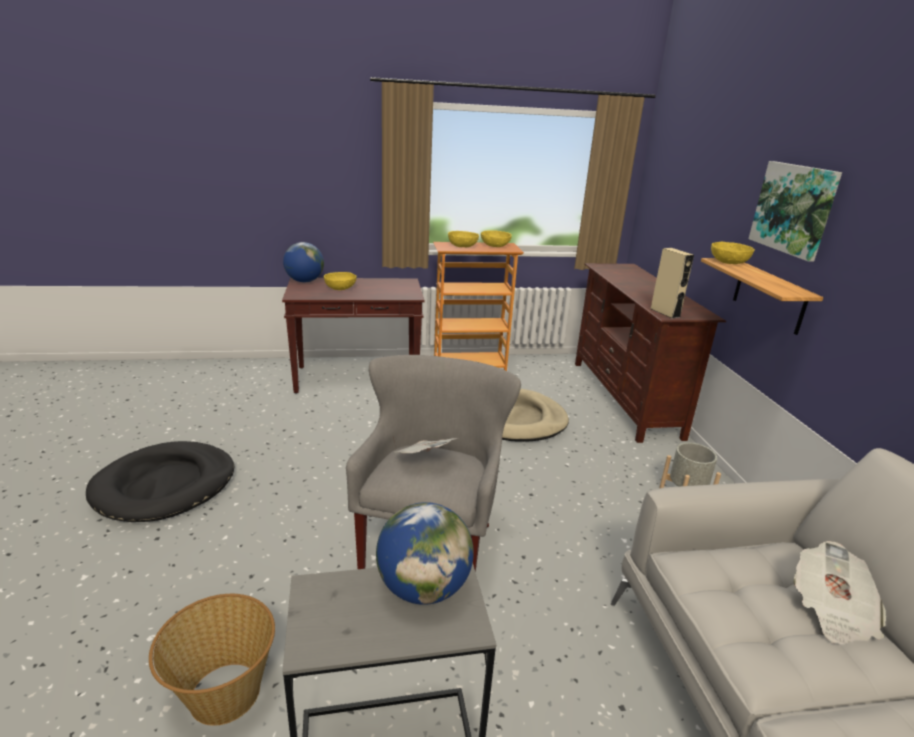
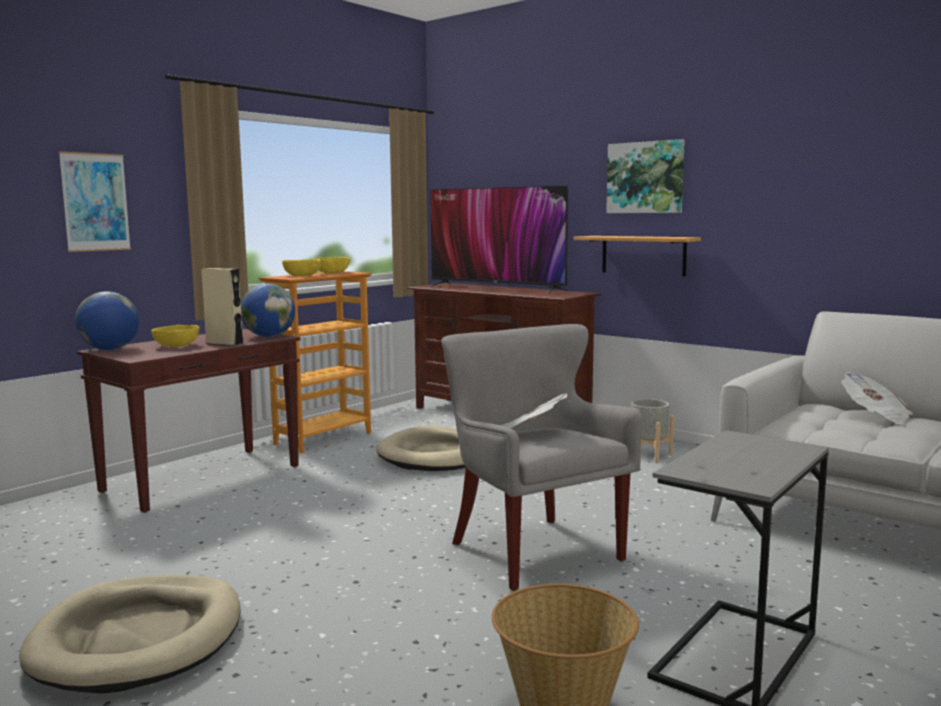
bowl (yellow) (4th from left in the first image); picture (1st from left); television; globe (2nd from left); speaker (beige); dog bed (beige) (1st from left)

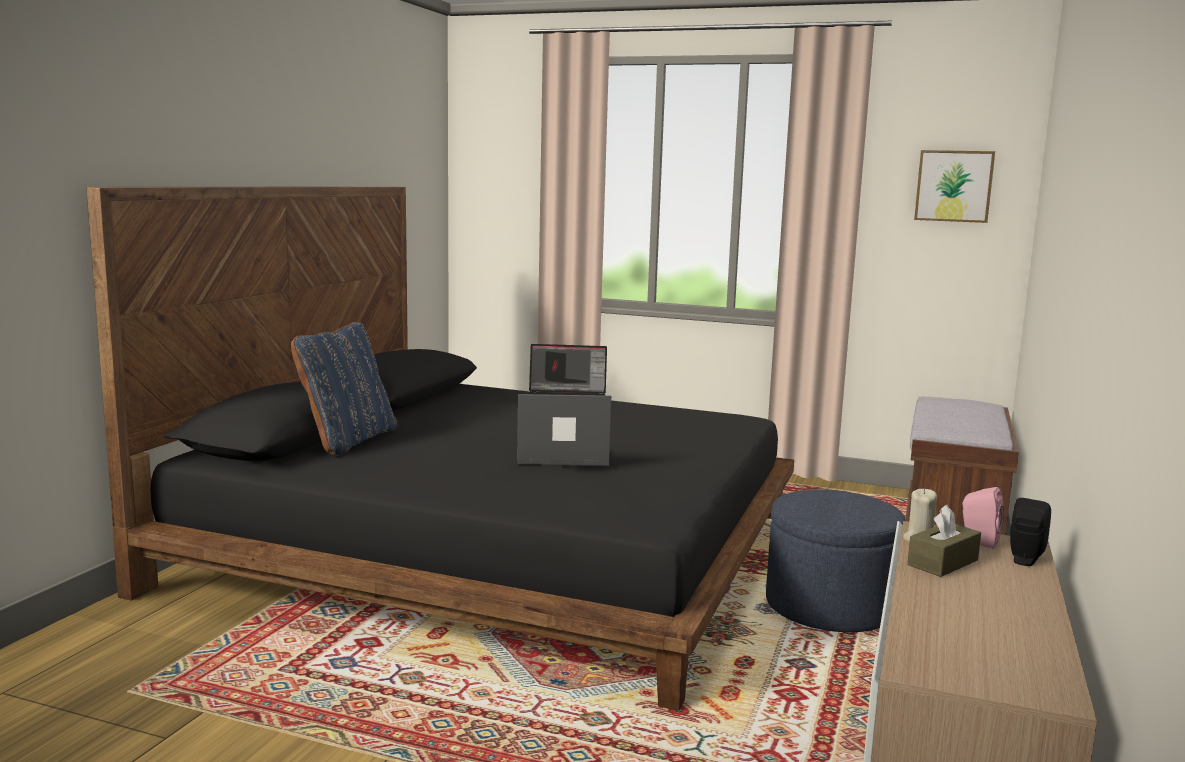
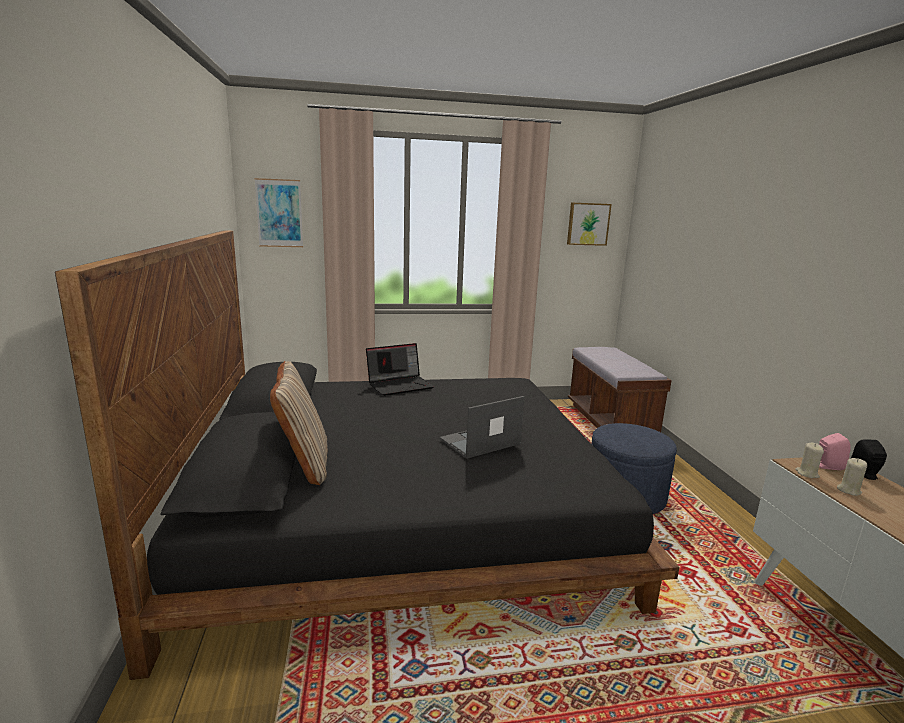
picture (1st from left); candle (beige) (2nd from left); pillow (beige)

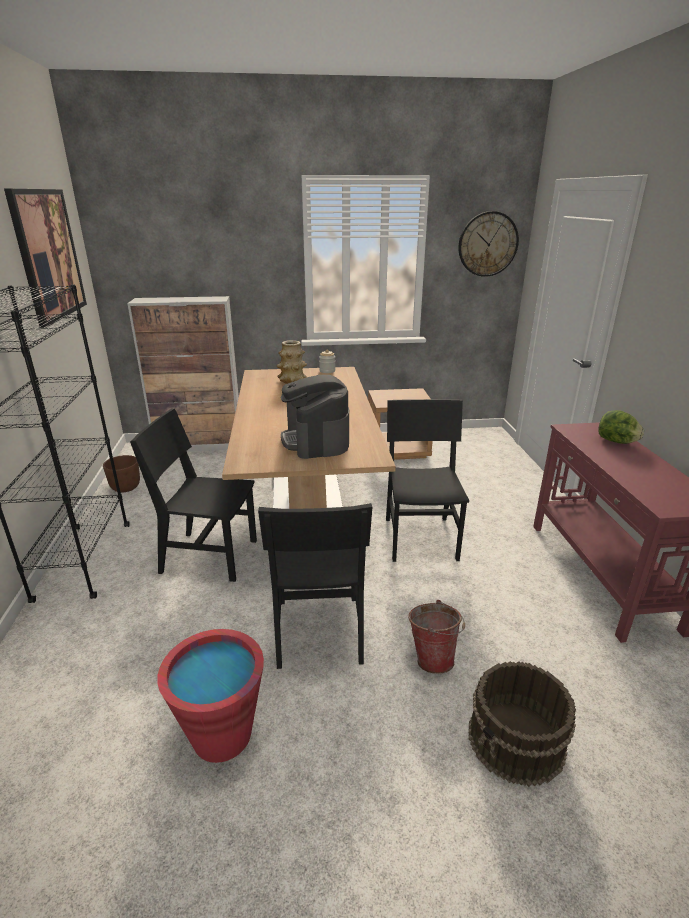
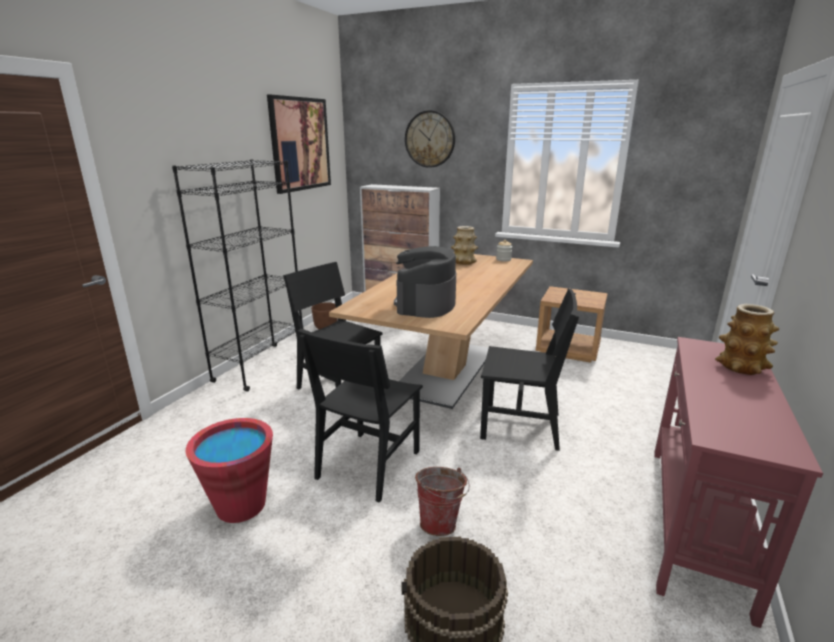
wall clock; vase (2nd from left); chair (black) (3rd from left)

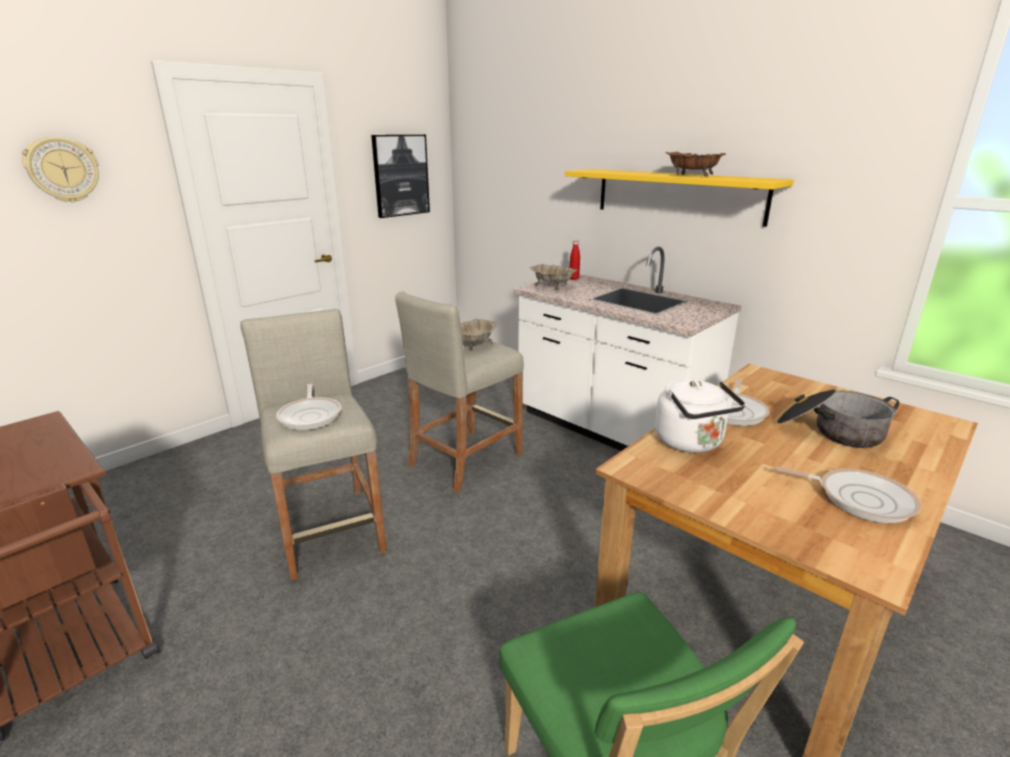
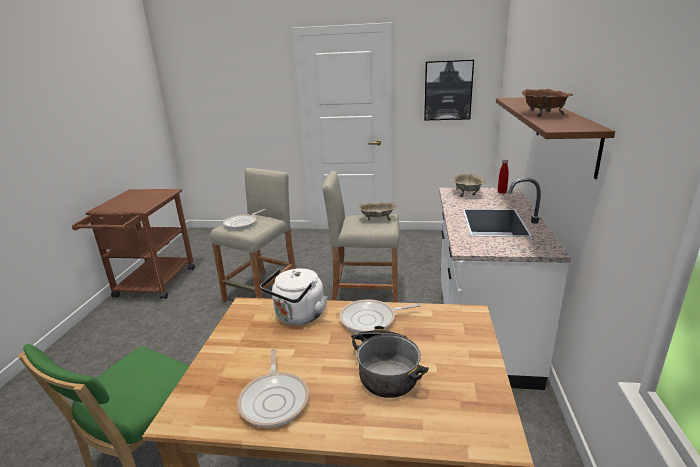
wall clock; shelf (brown)

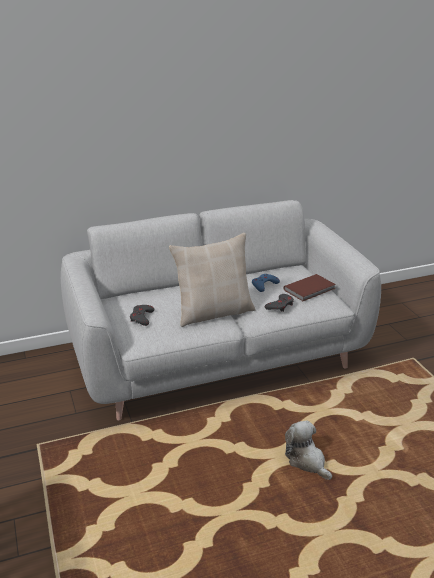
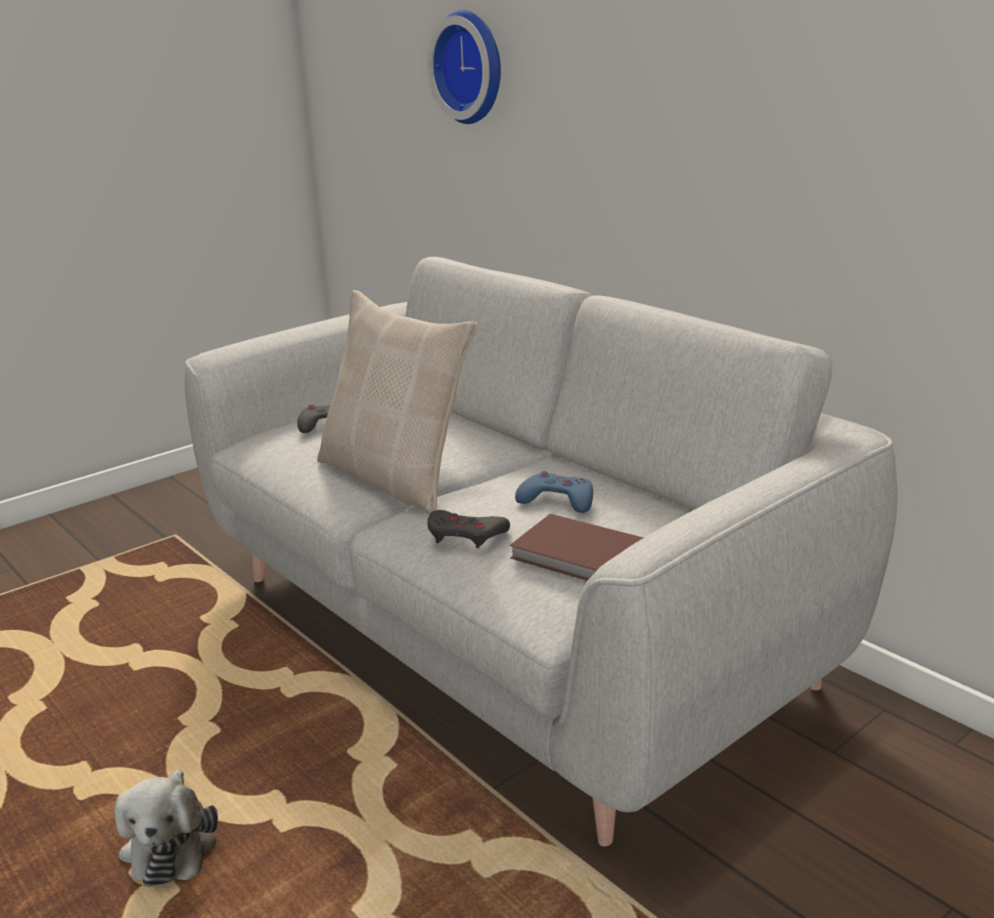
wall clock; plush toy

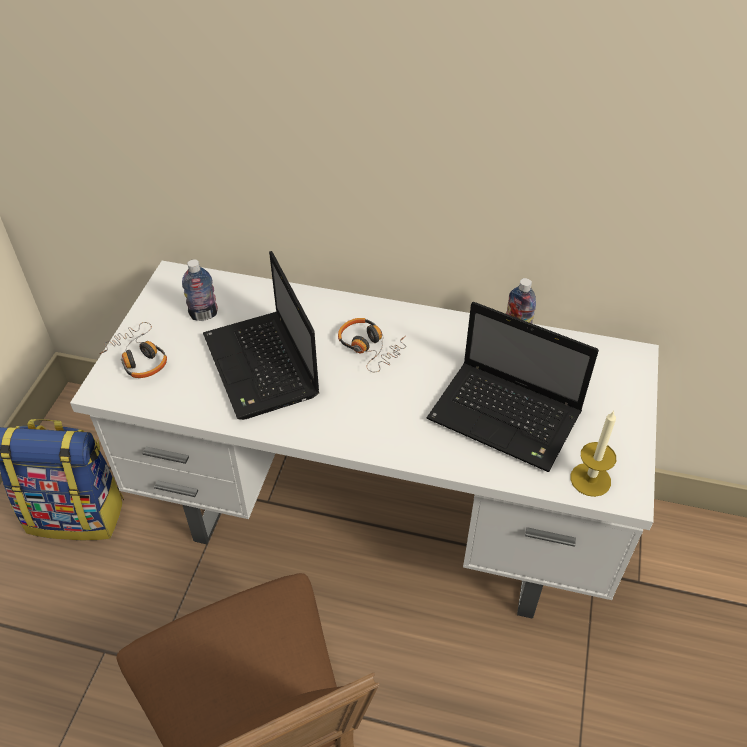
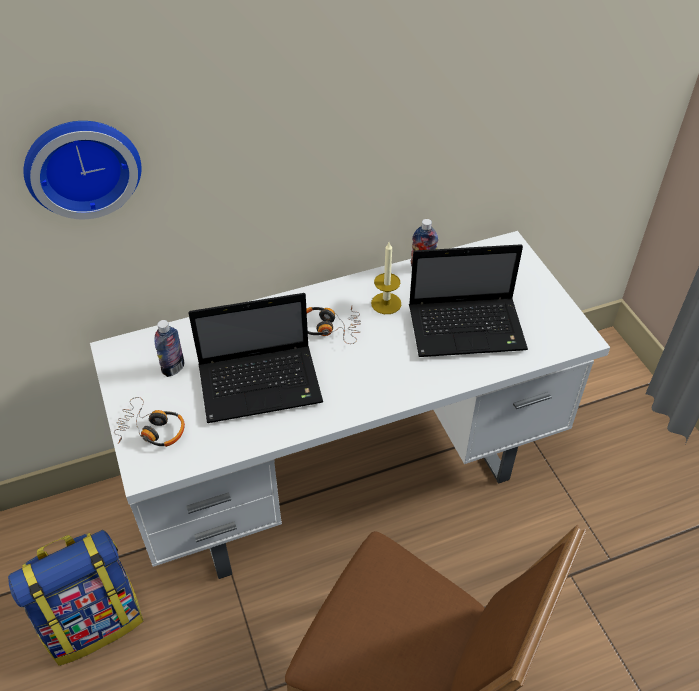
wall clock; candle; laptop (1st from left)

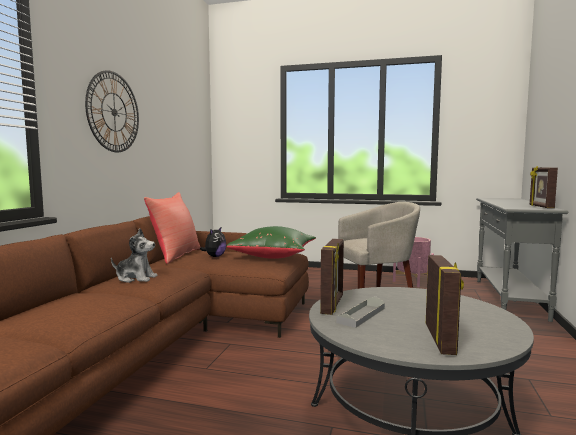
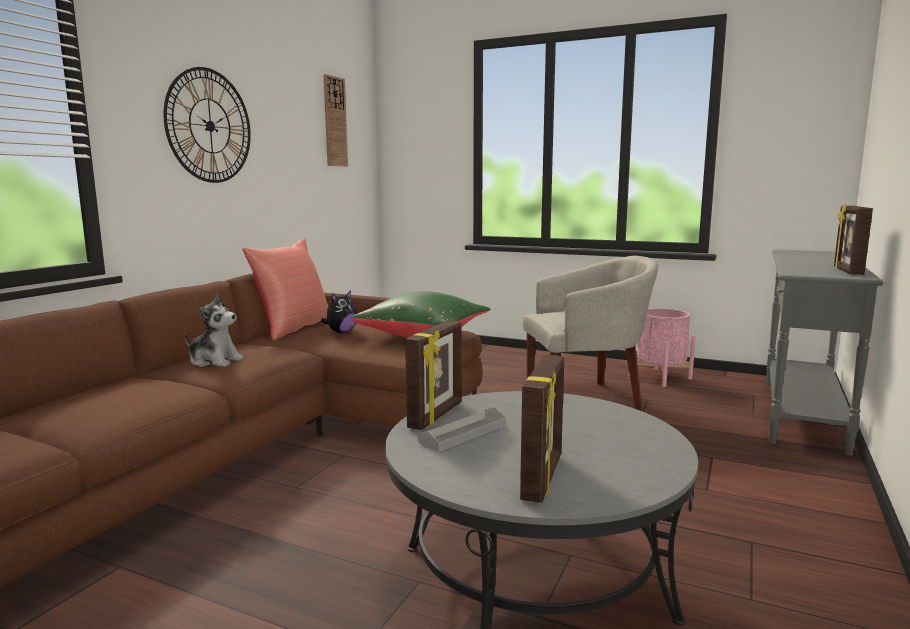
wall clock (2nd from left)

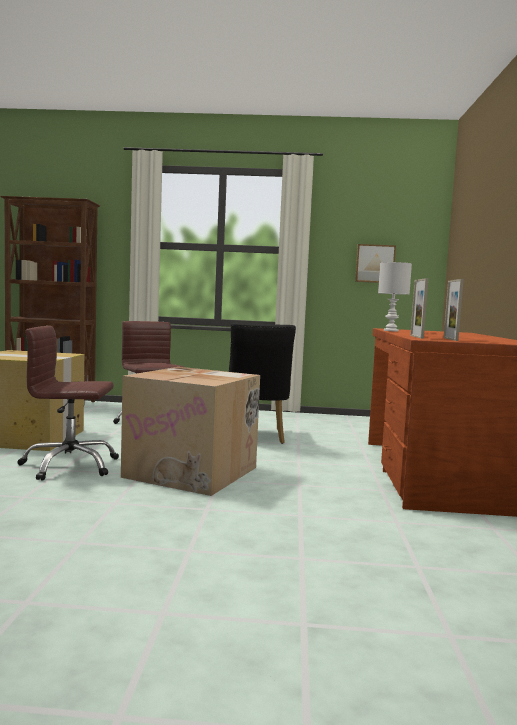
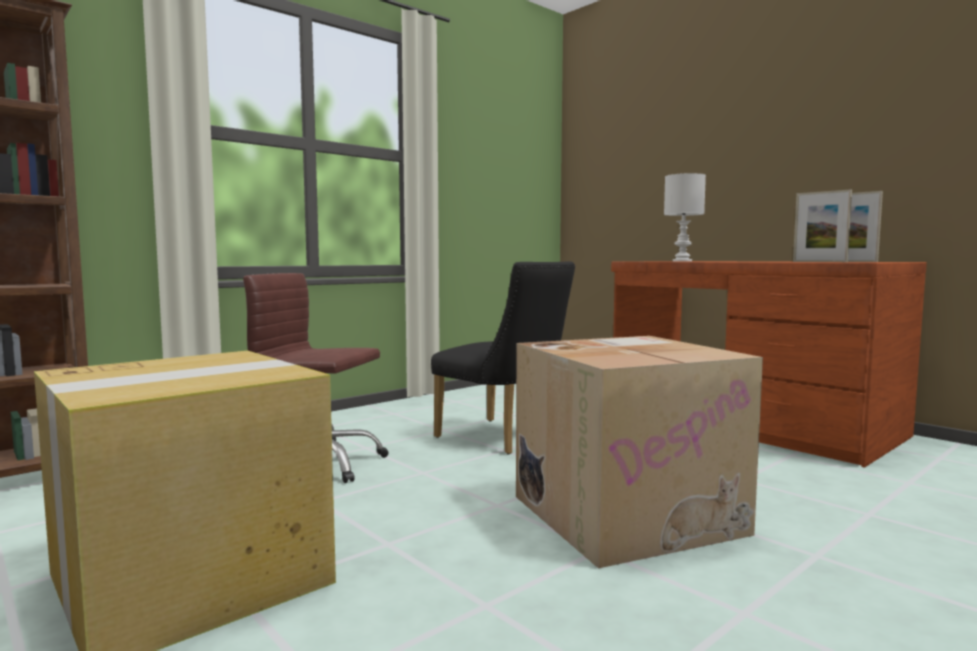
office chair (brown) (1st from left in the first image); picture

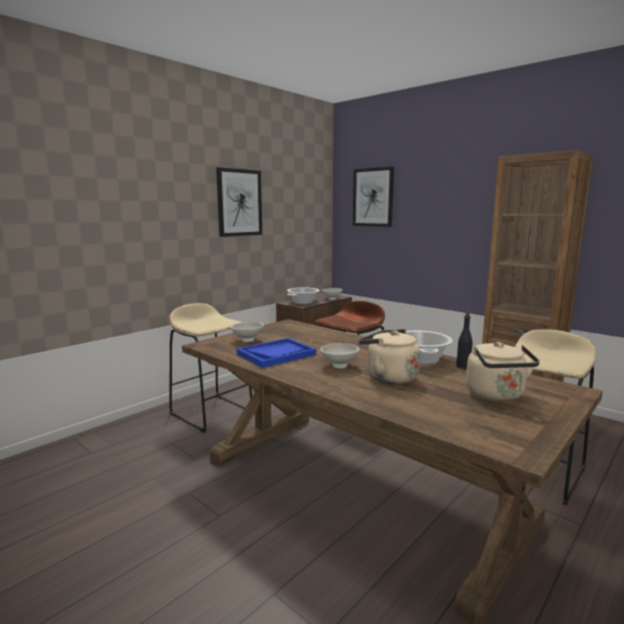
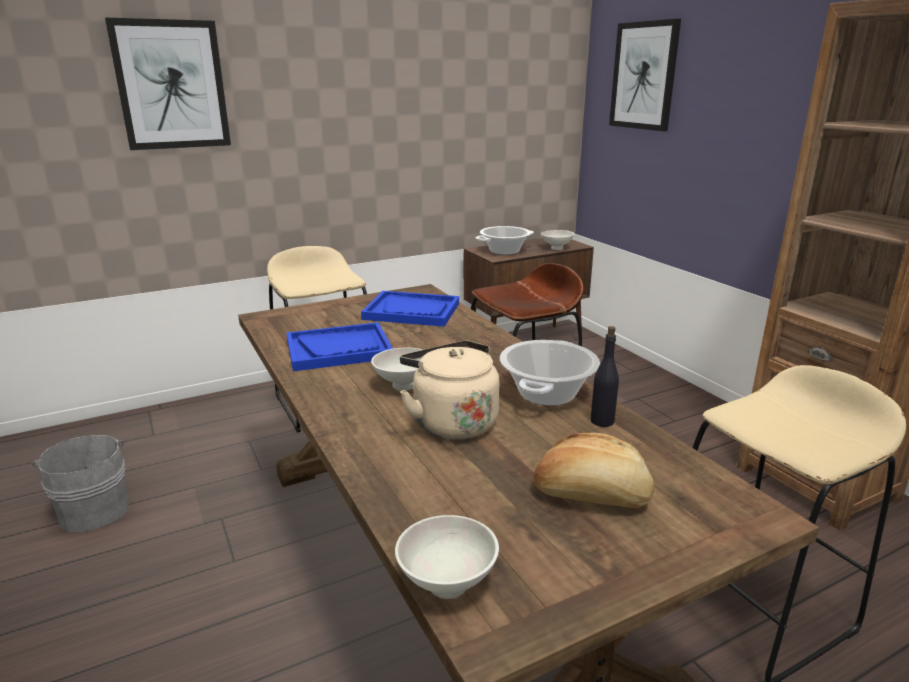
bucket (grey); tray (blue) (2nd from left); picture (1st from left); bowl (white) (2nd from left); bread

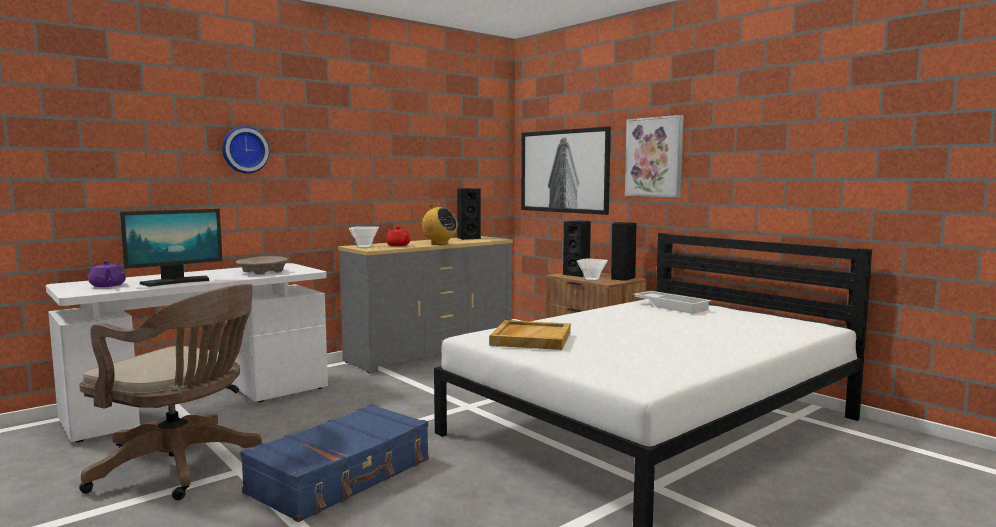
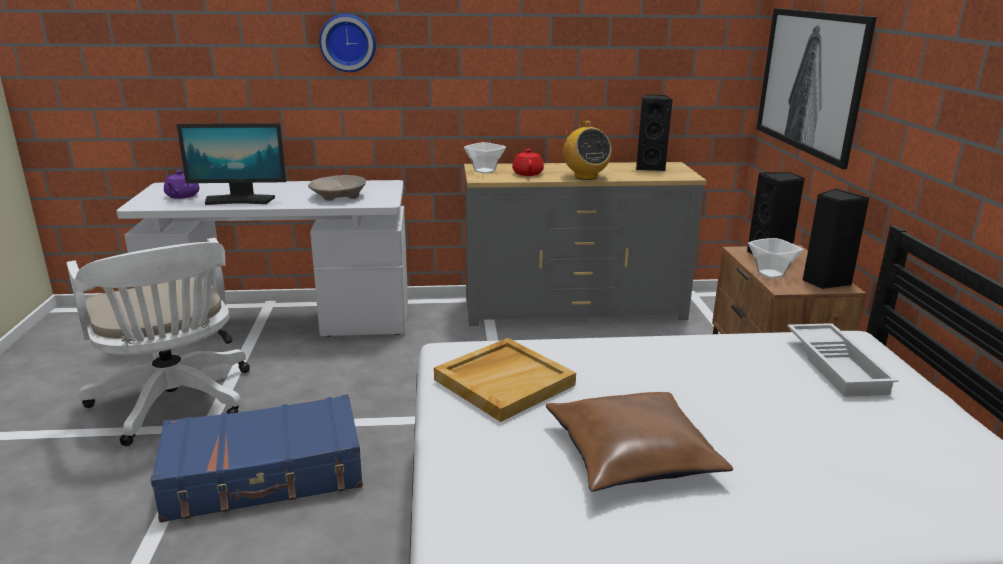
picture (2nd from left in the first image); pillow (brown); office chair (white)

